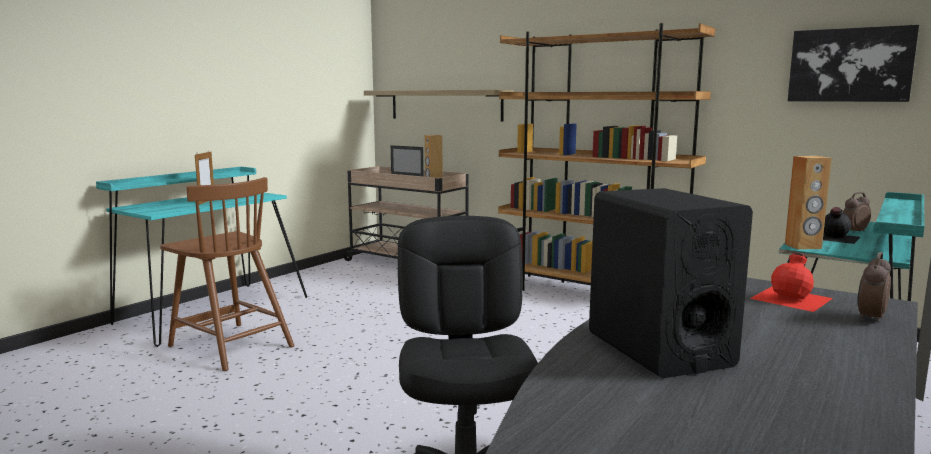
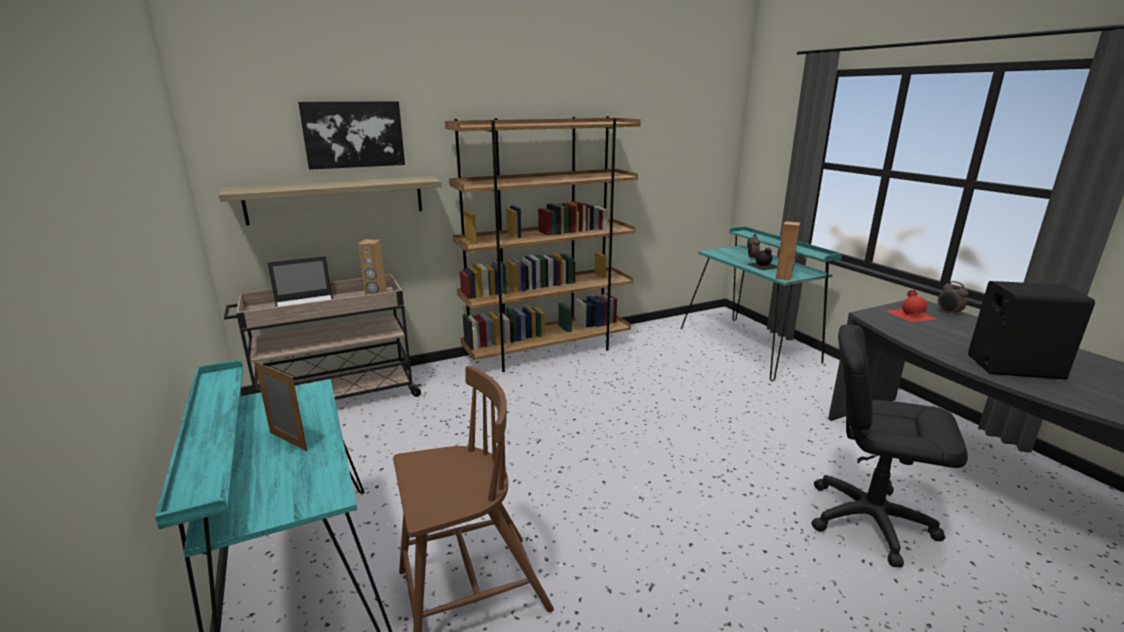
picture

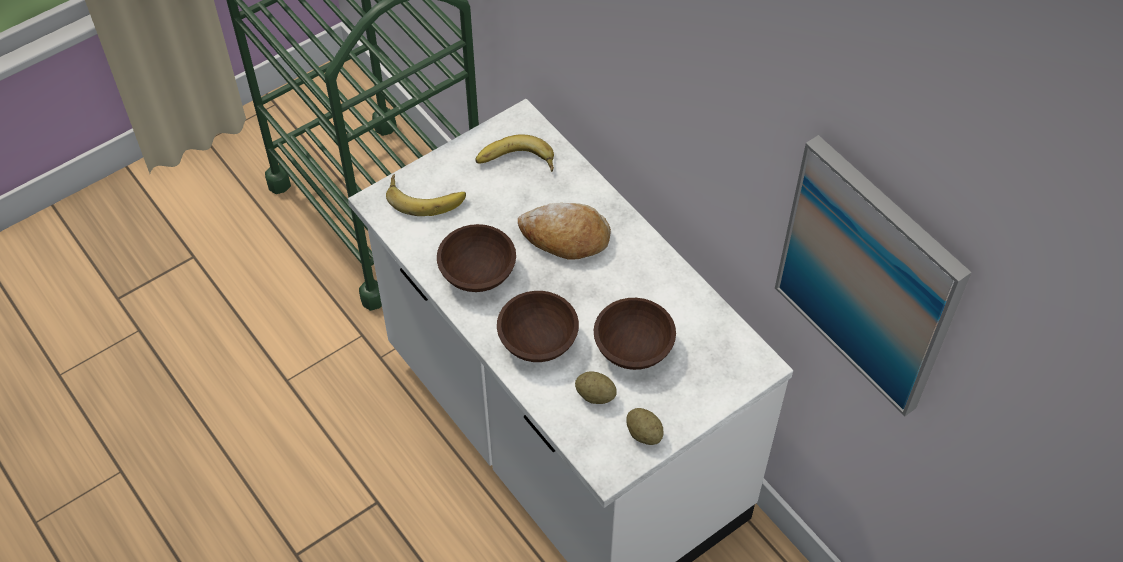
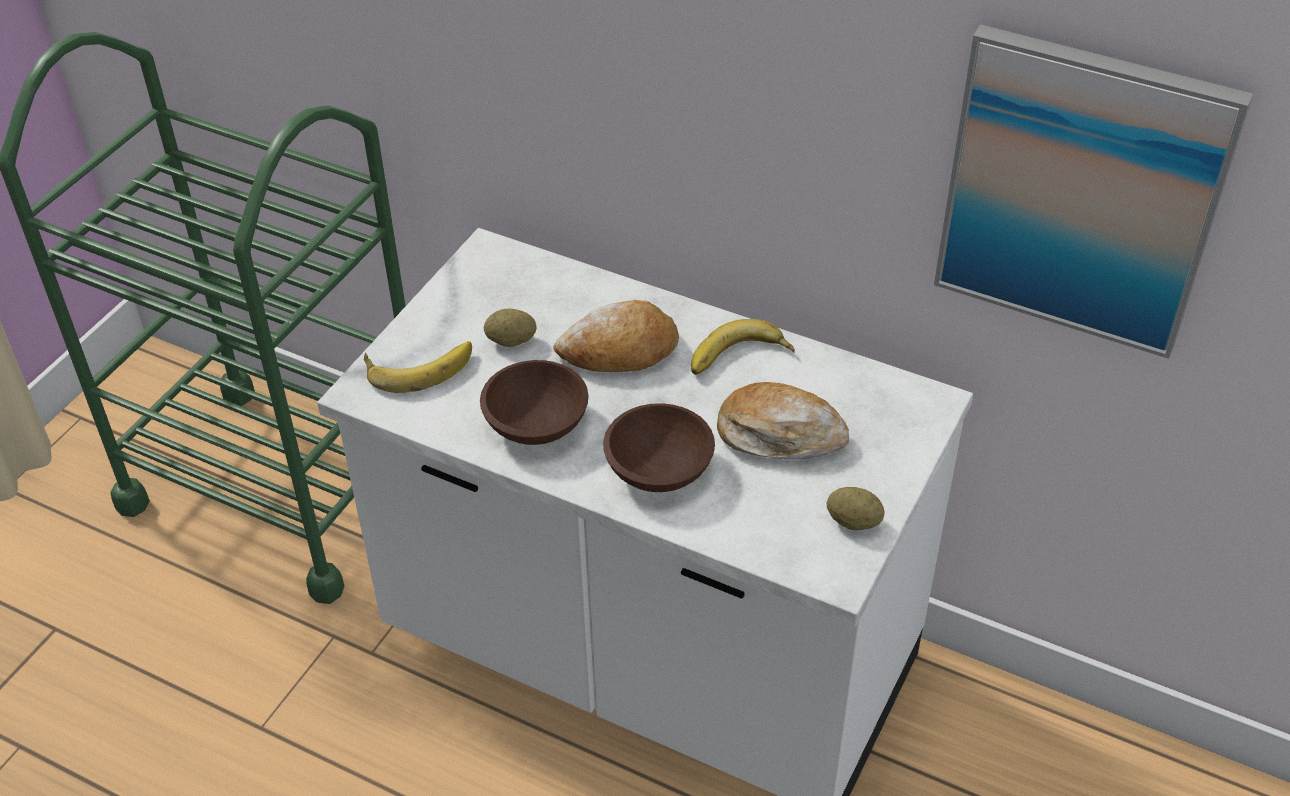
banana (2nd from left); potato (1st from left); bread (2nd from left)

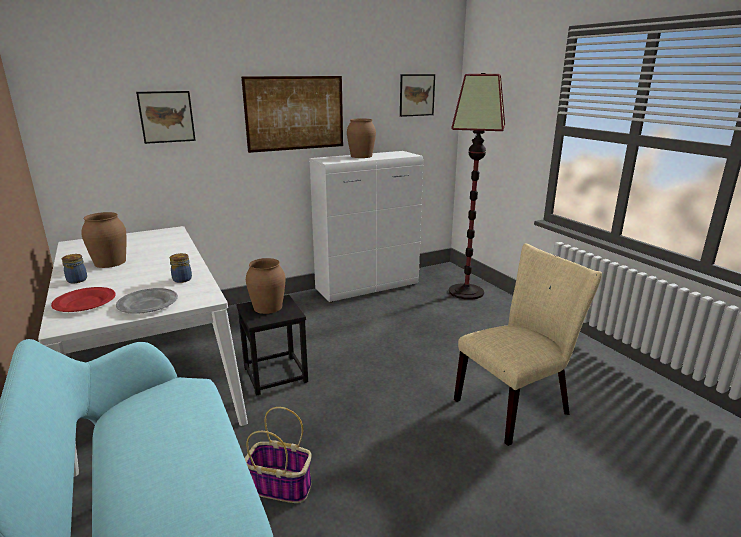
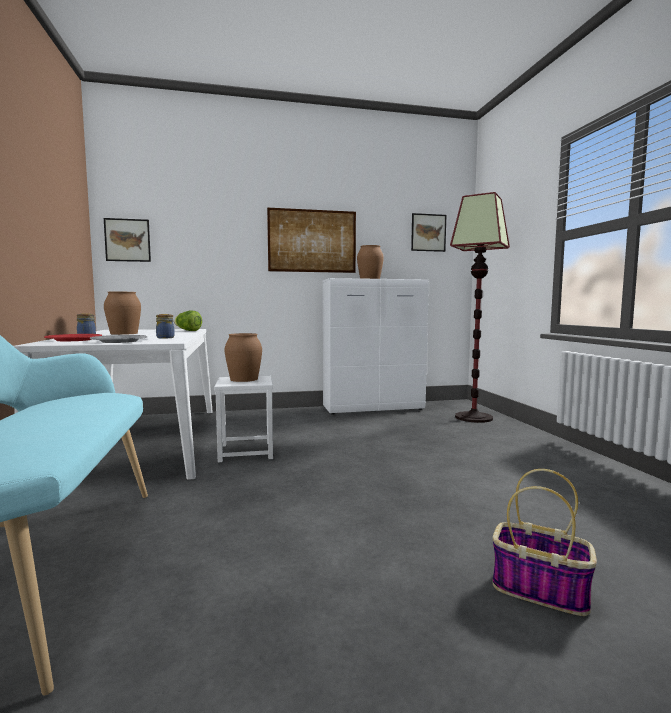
chair (beige); lettuce; picture (1st from left); basket; stool (white)

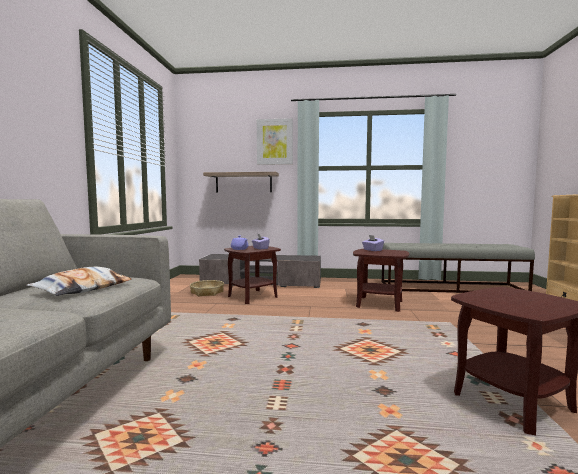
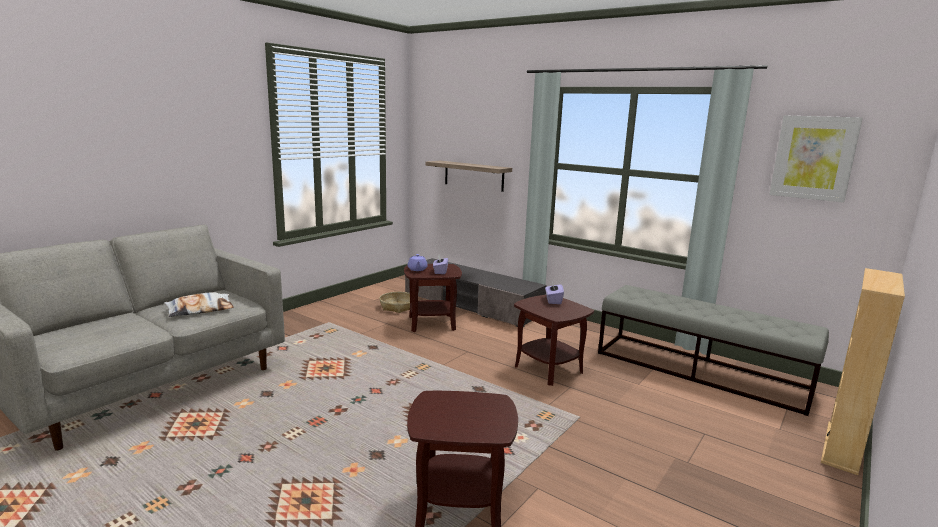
picture

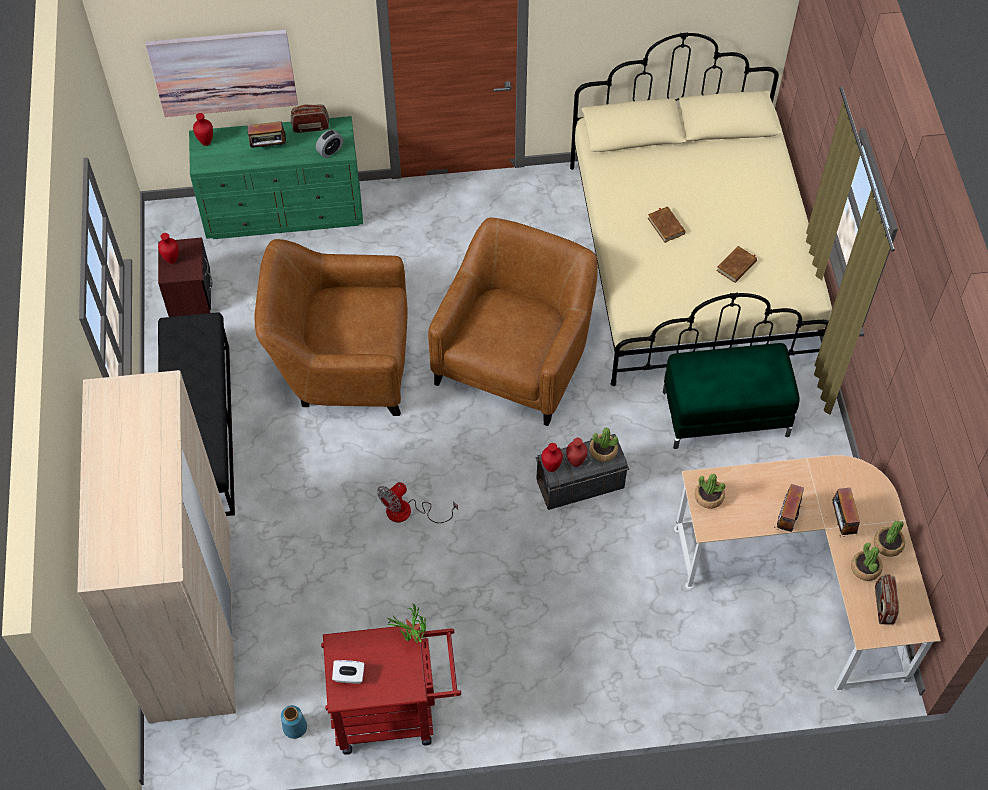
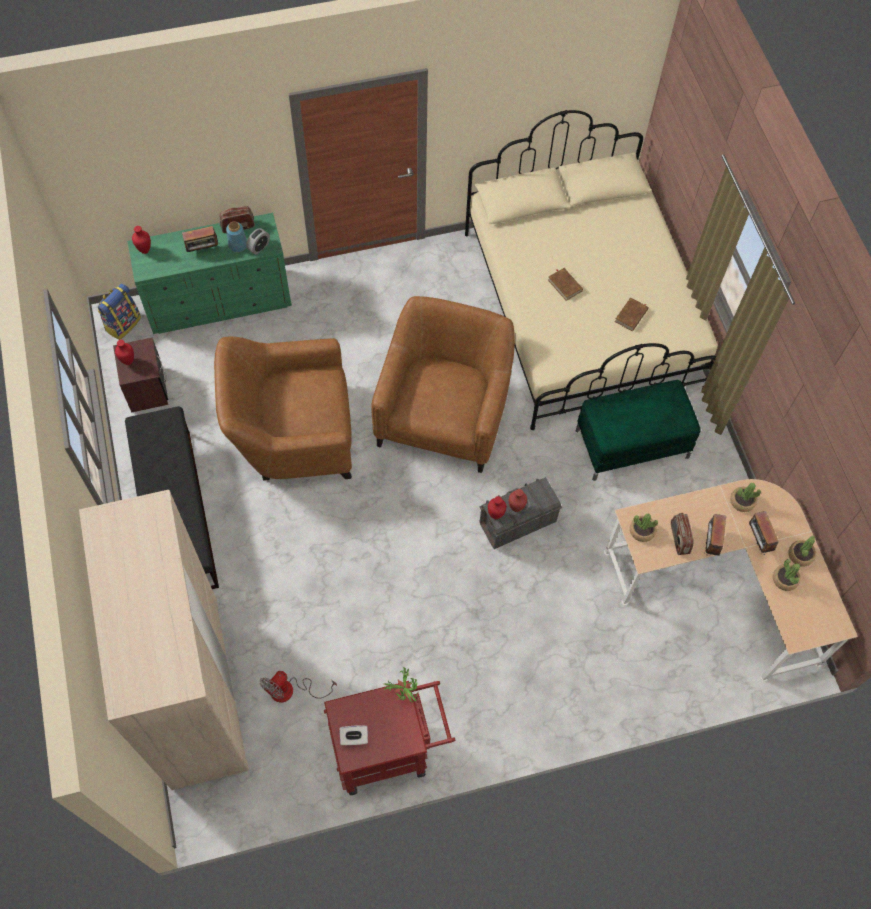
picture; backpack; vase (blue); fan; potted plant (3rd from left); radio (3rd from left)

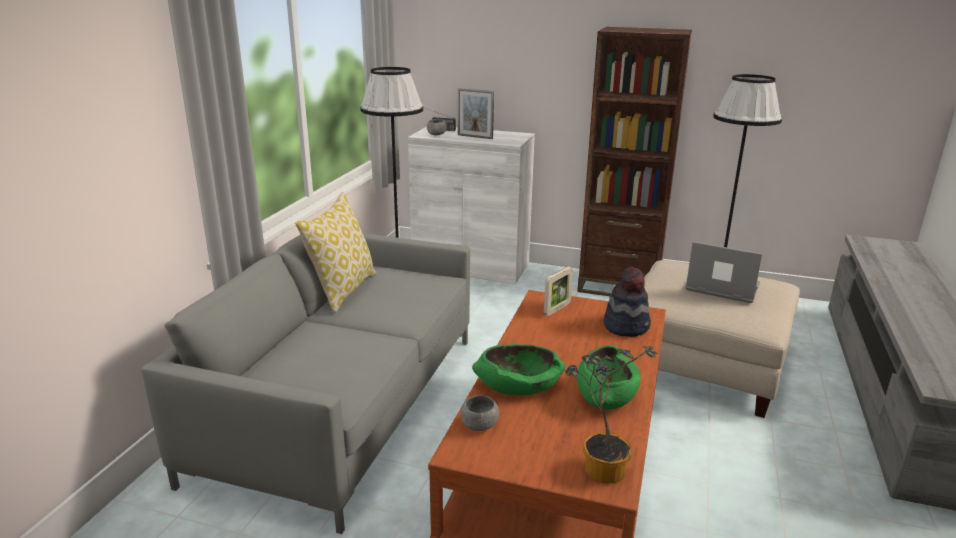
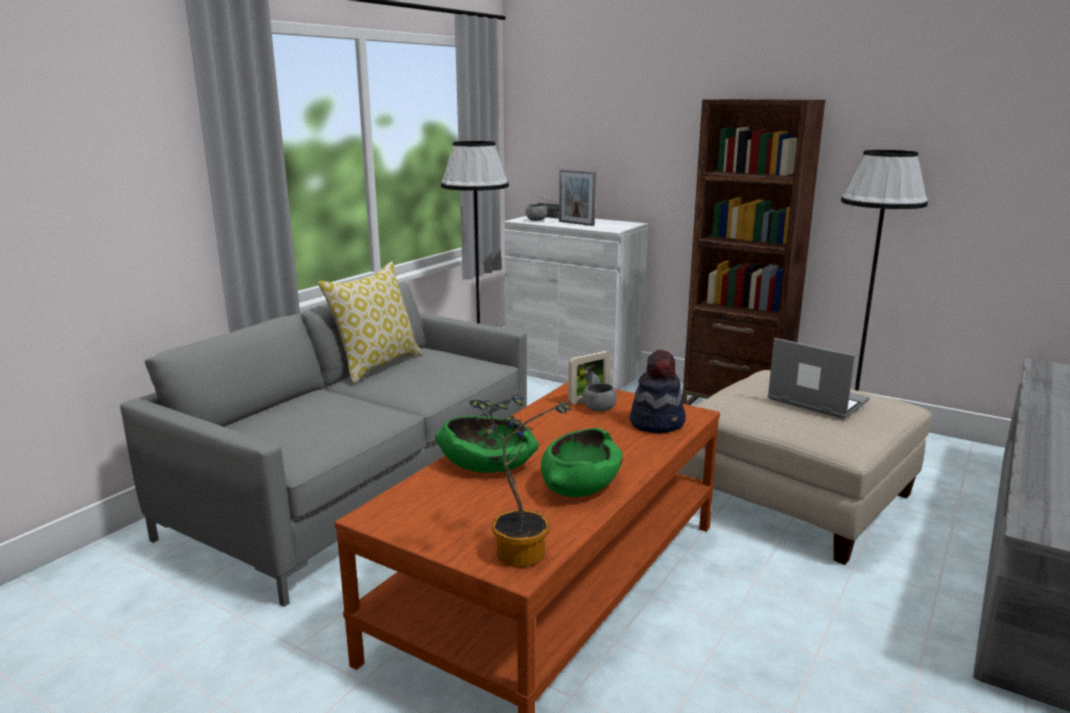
bowl (grey) (2nd from left)

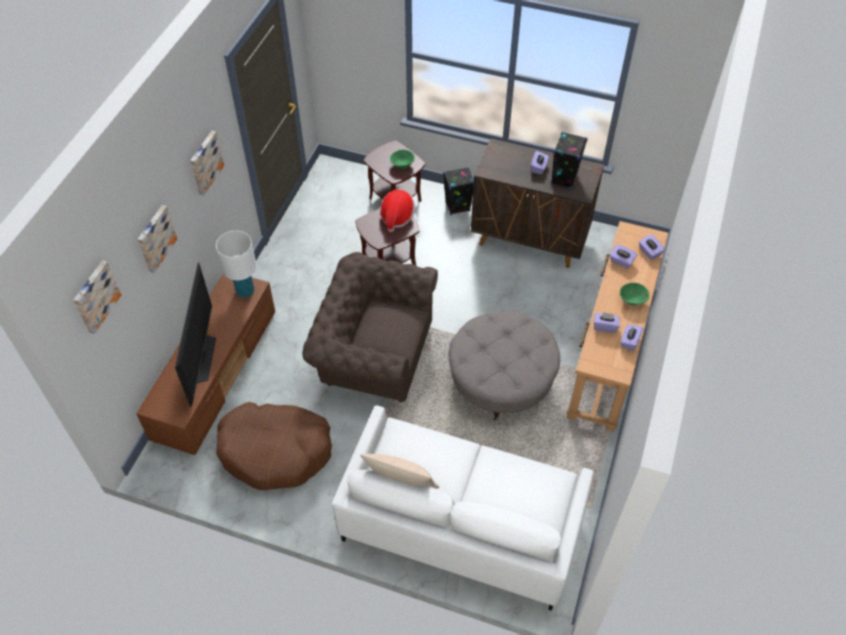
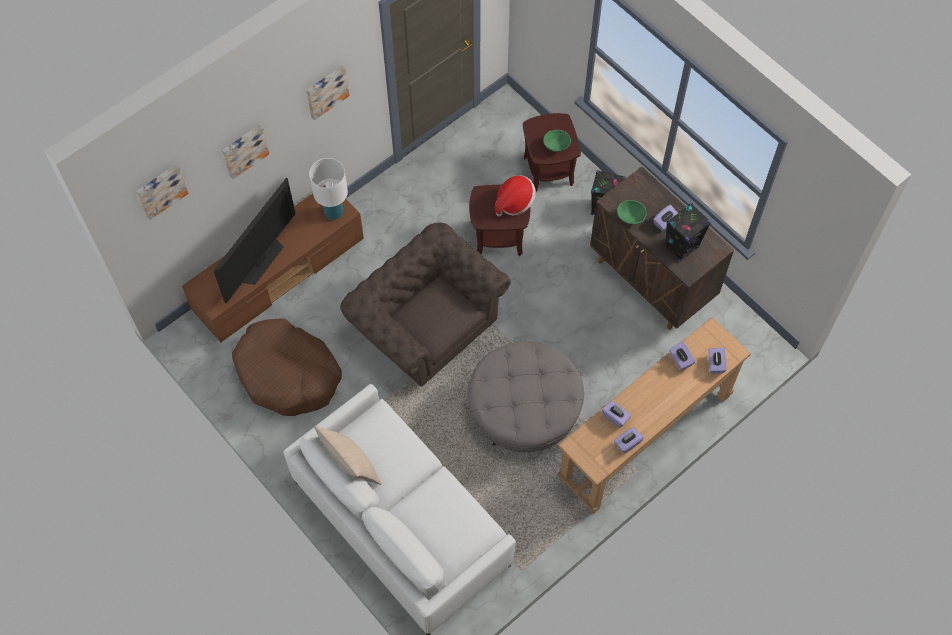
bowl (green) (2nd from left)

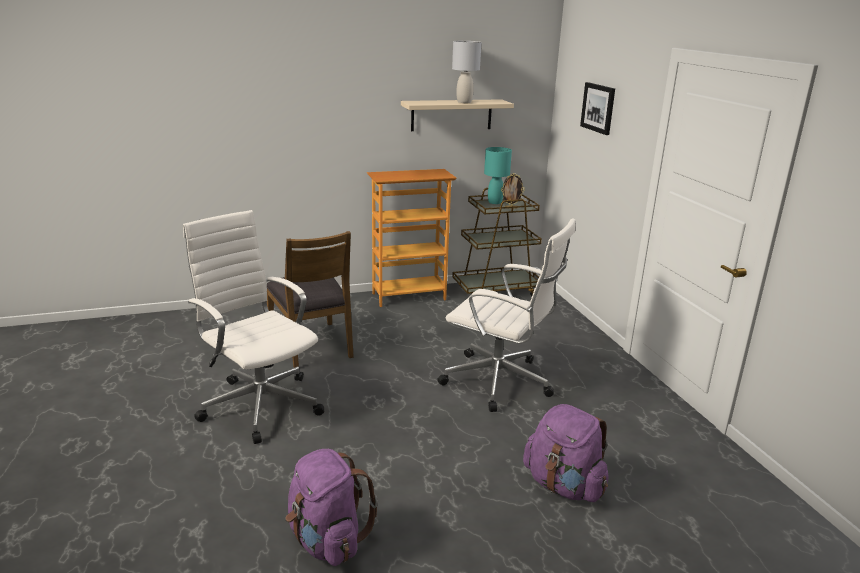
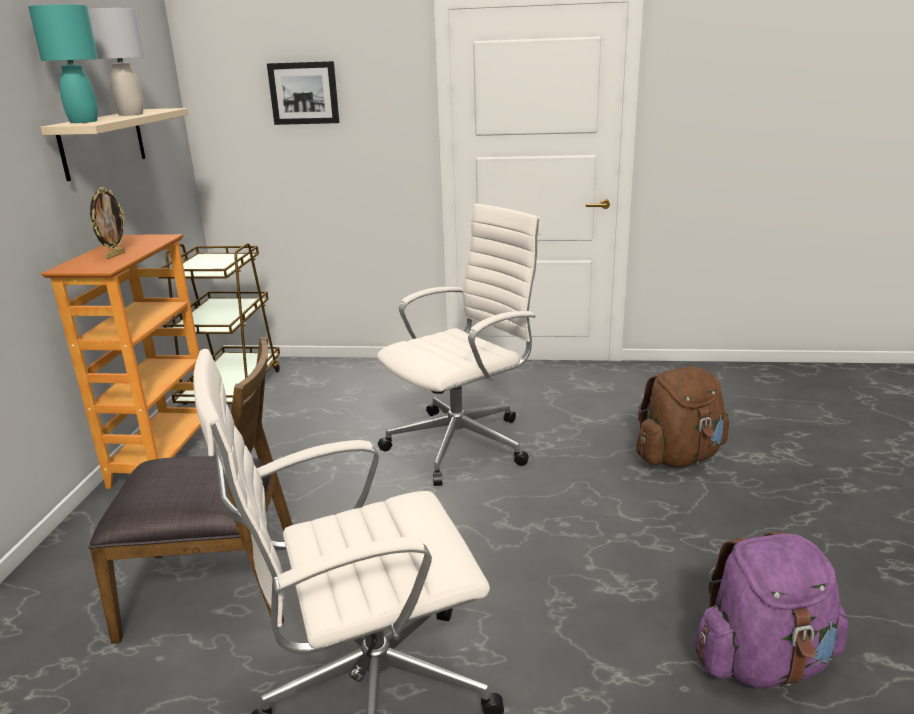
table lamp (turquoise); picture frame; backpack (brown)

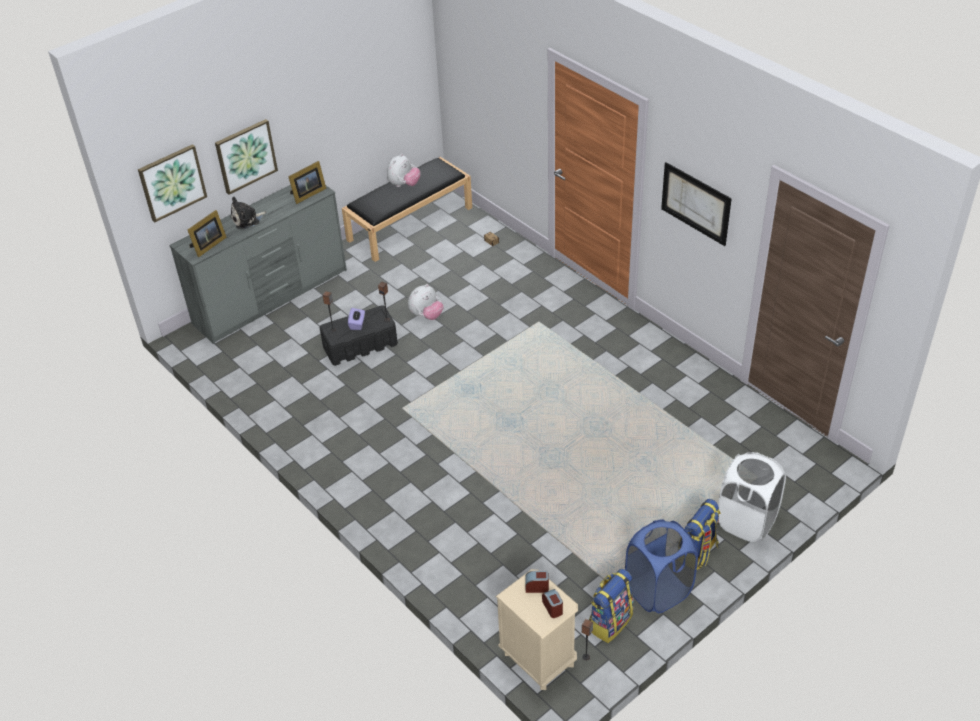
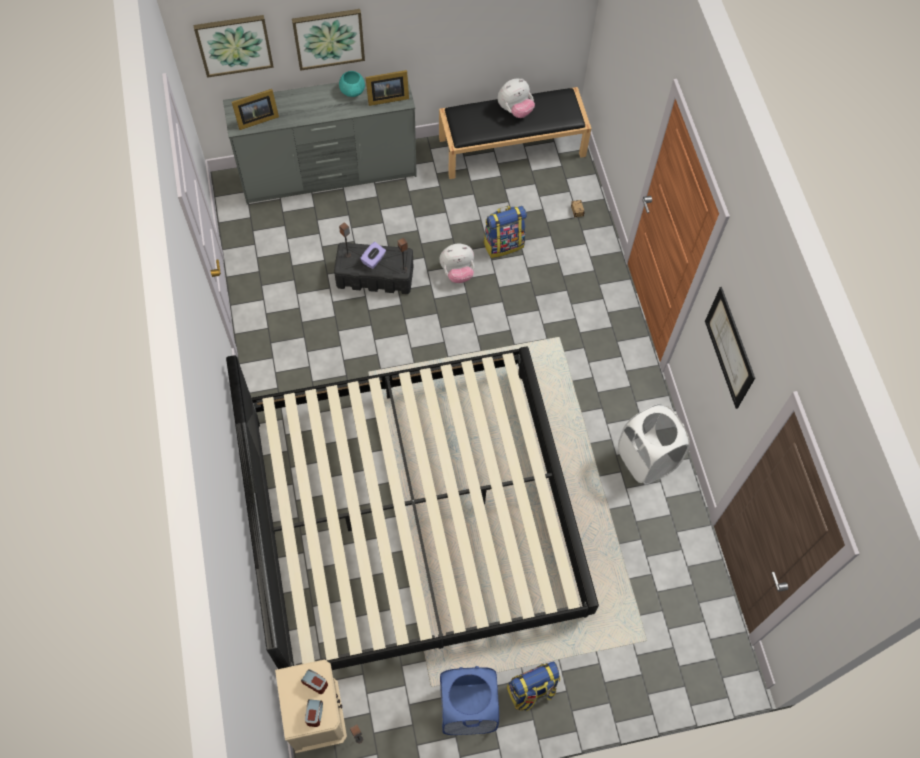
plush toy (1st from left in the first image); bed; bowl (turquoise); backpack (1st from left); laundry basket (white)

